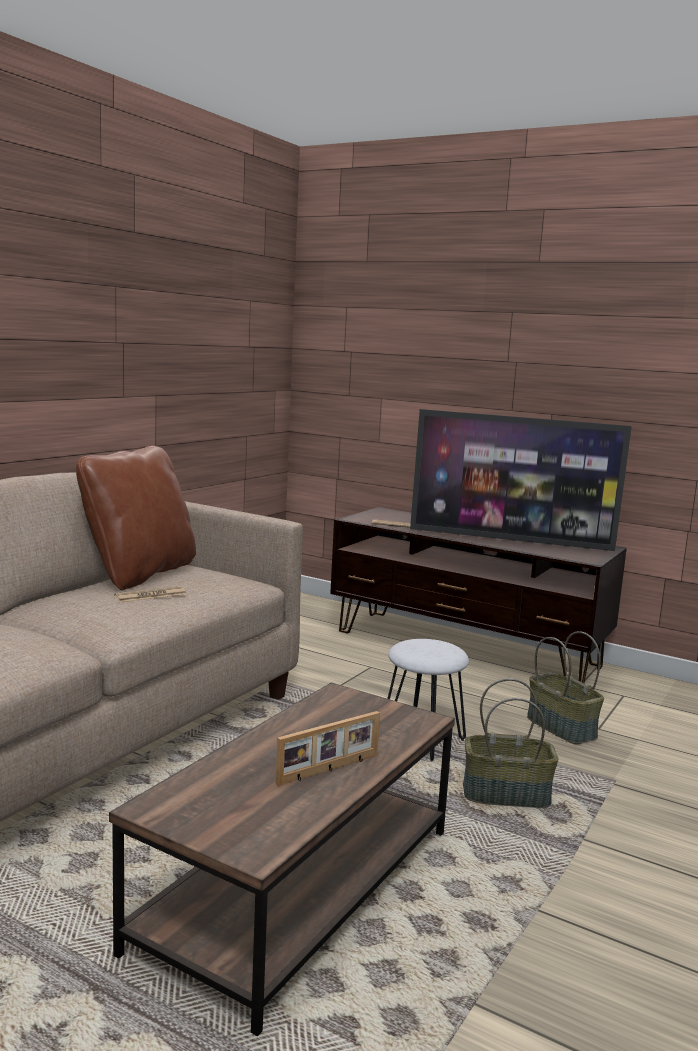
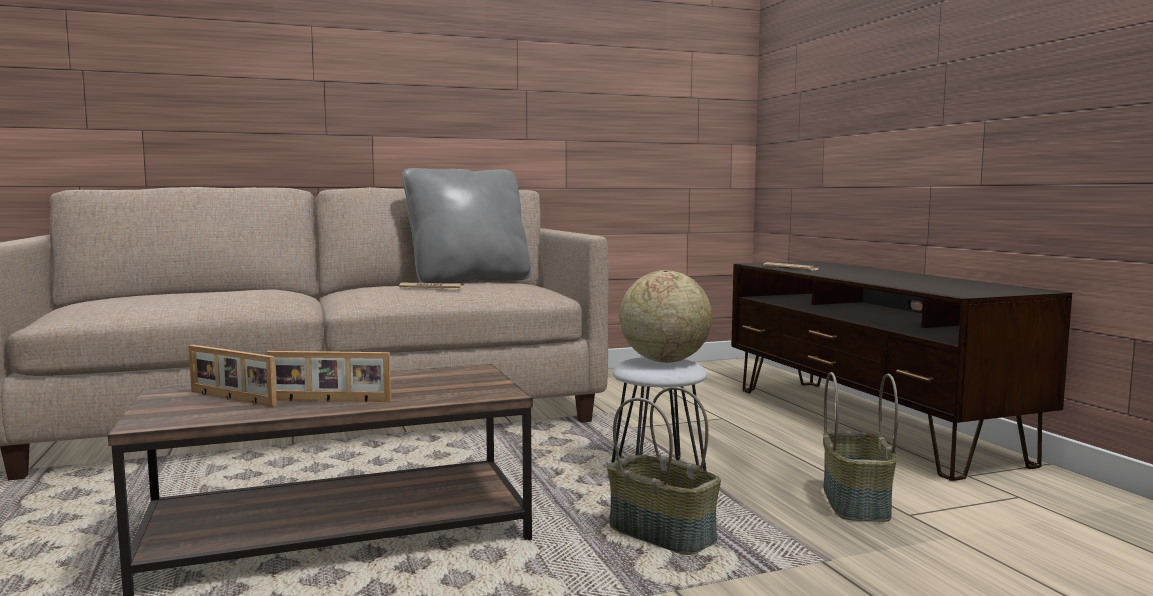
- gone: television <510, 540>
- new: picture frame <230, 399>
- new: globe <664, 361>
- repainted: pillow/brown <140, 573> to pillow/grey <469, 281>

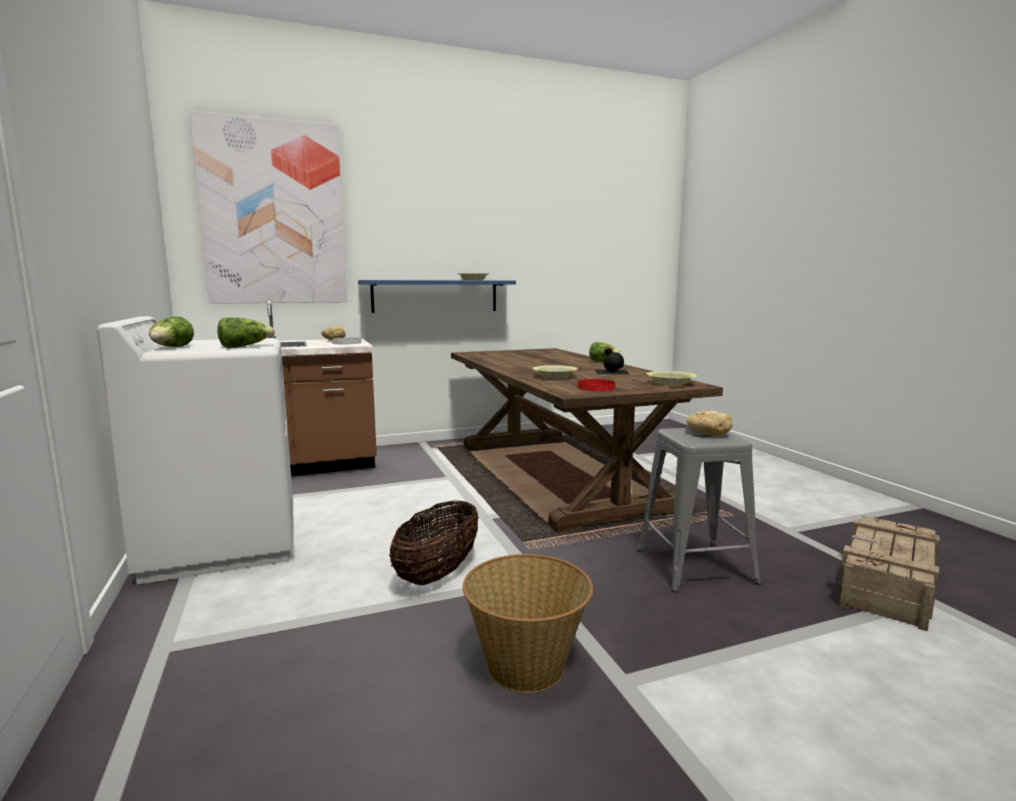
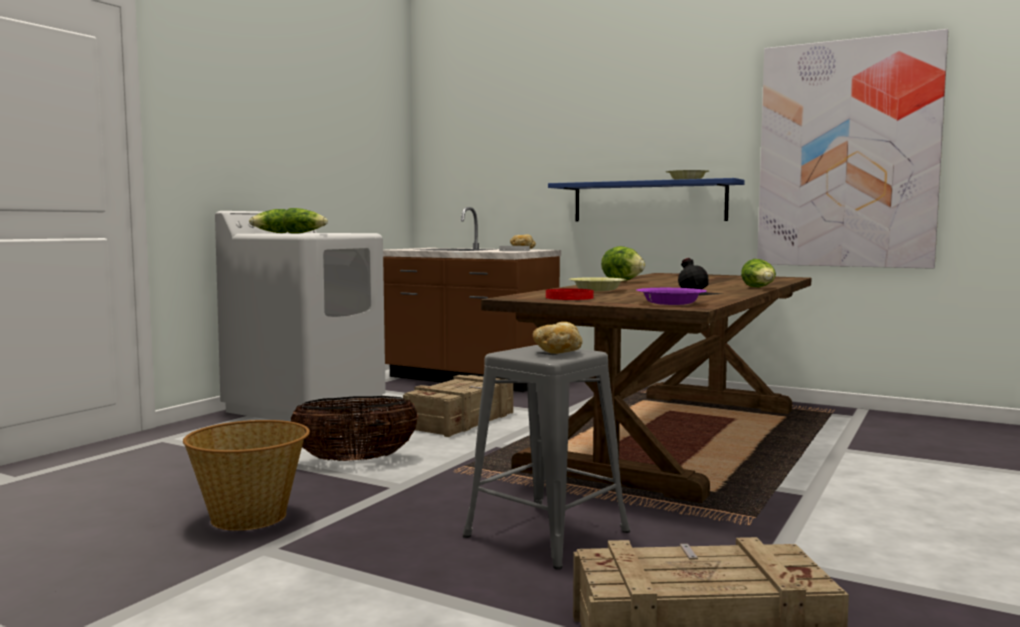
- new: crate <461, 420>
- new: lettuce <622, 281>
- shifted: picture <274, 213> to <847, 154>
- repainted: bowl/yellow <670, 383> to bowl/purple <670, 303>

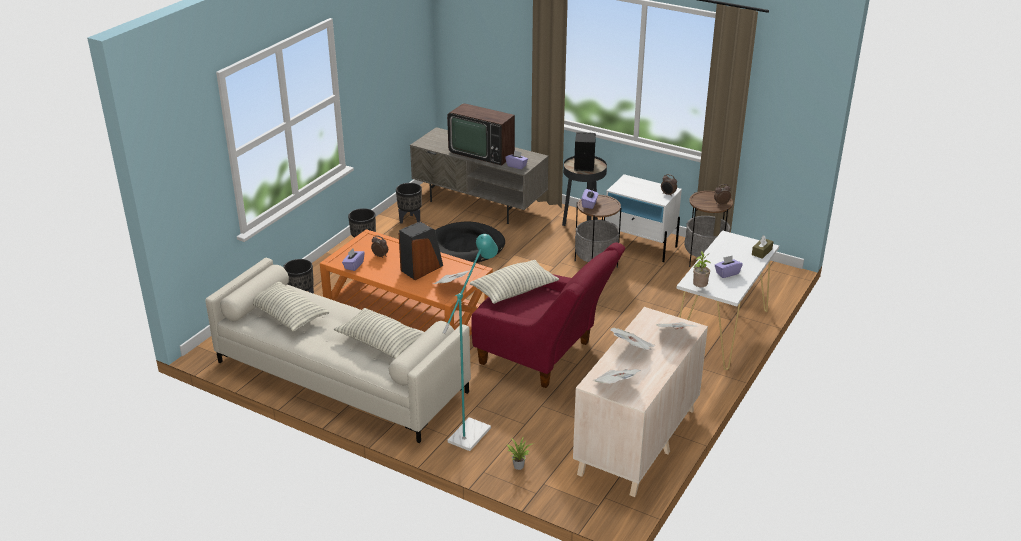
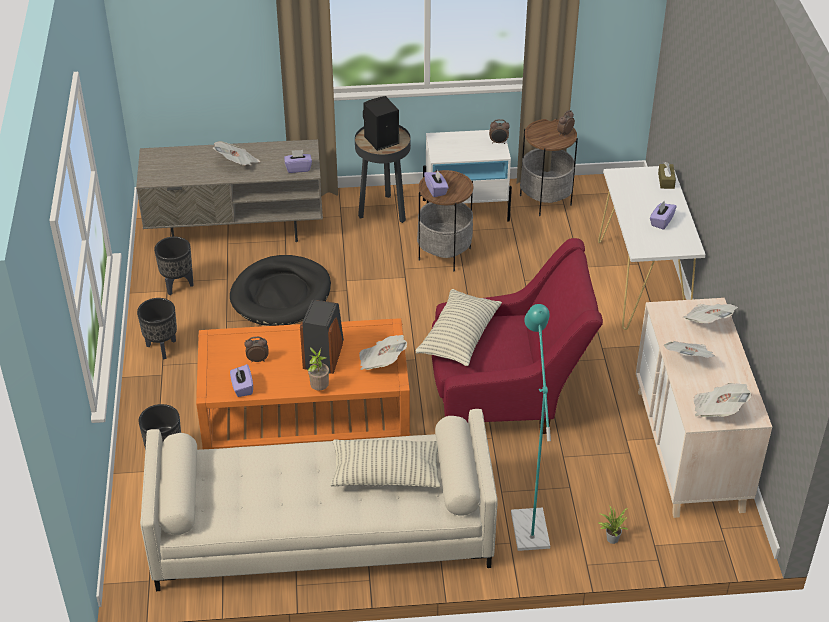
- gone: pillow <287, 315>
- shifted: potted plant <699, 288> to <319, 388>
- swapped: television <483, 152> to newspaper <237, 163>

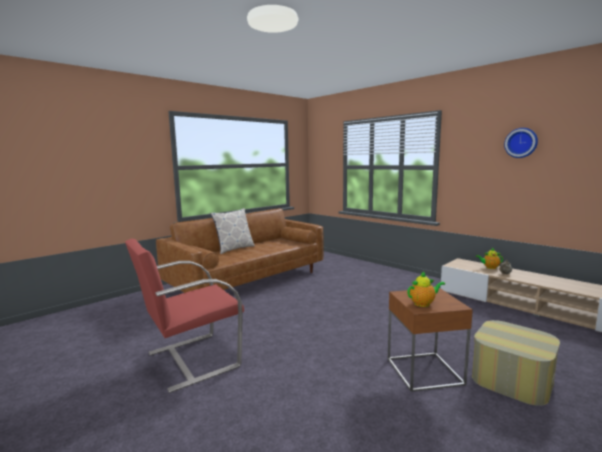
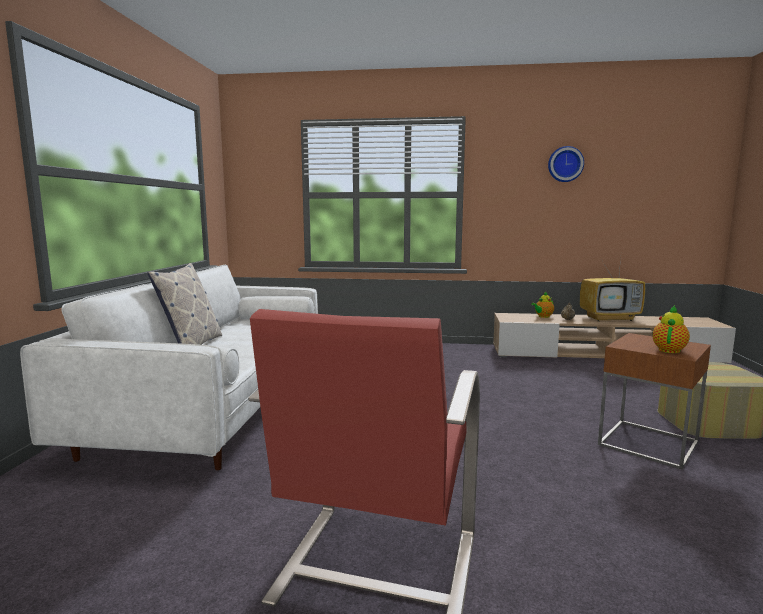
- new: television <610, 318>
- repainted: sofa/brown <247, 280> to sofa/white <216, 404>

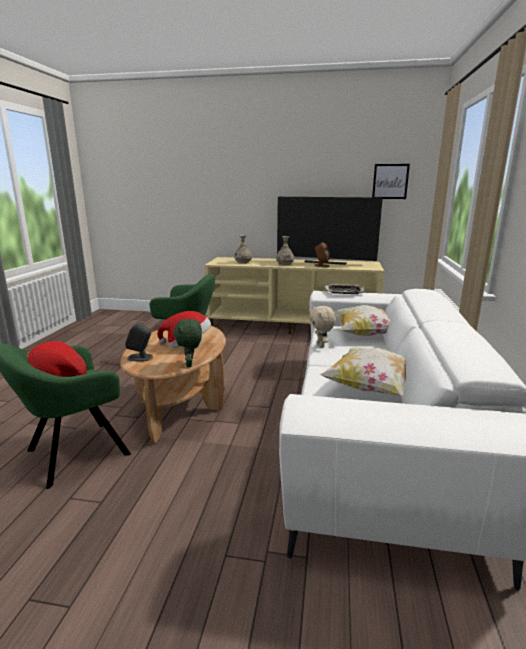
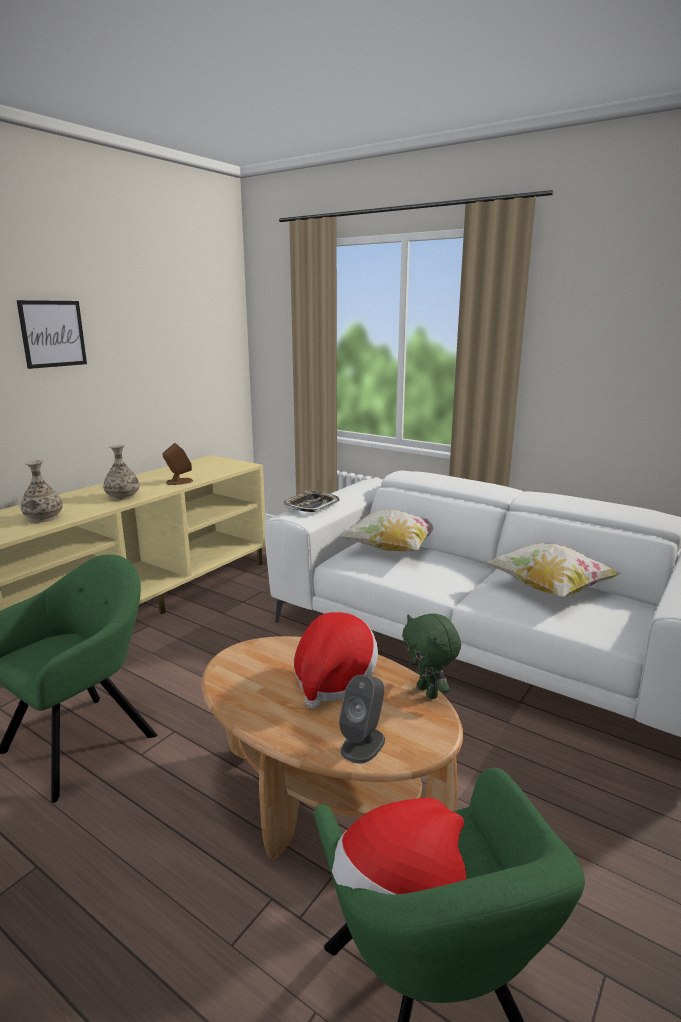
- gone: television <325, 262>
- gone: plush toy/beige <321, 345>
- shifted: picture <390, 181> to <53, 334>
- rotated: plush toy/green <190, 364> = <428, 692> 45 degrees clockwise

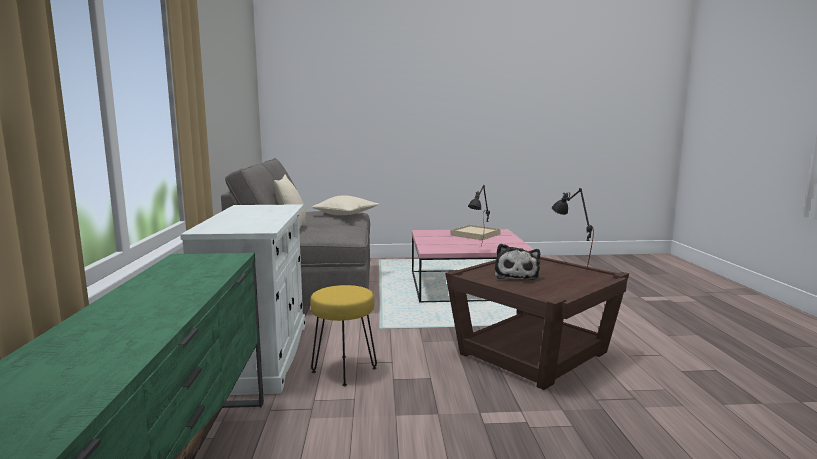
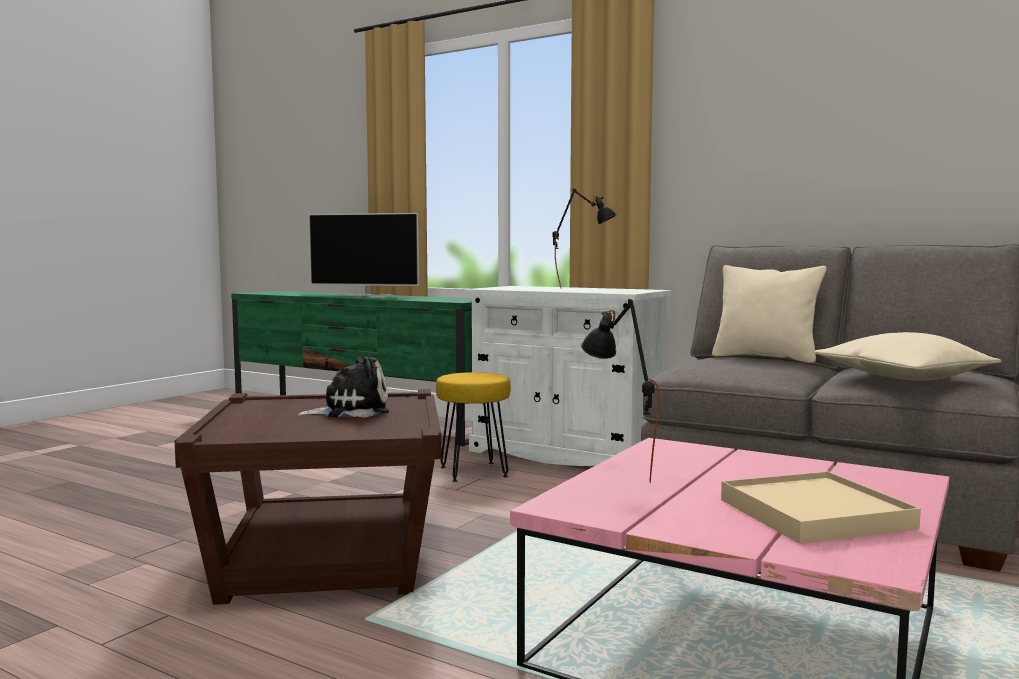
- new: television <366, 295>
- shifted: table lamp/black <568, 267> to <583, 288>
- rotated: plush toy <516, 275> = <351, 411> 120 degrees clockwise

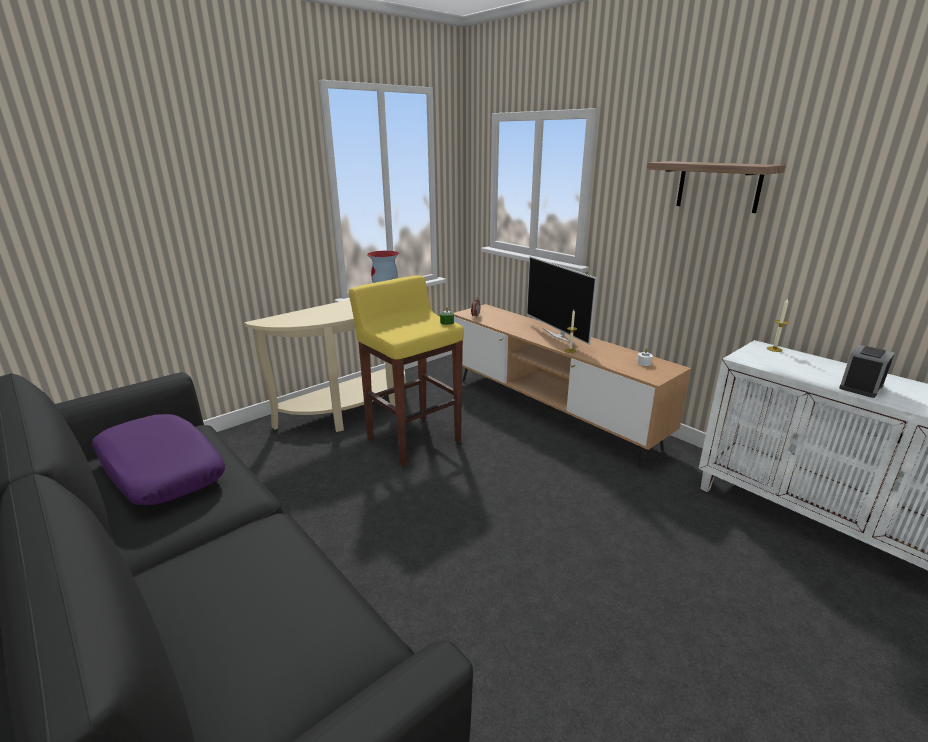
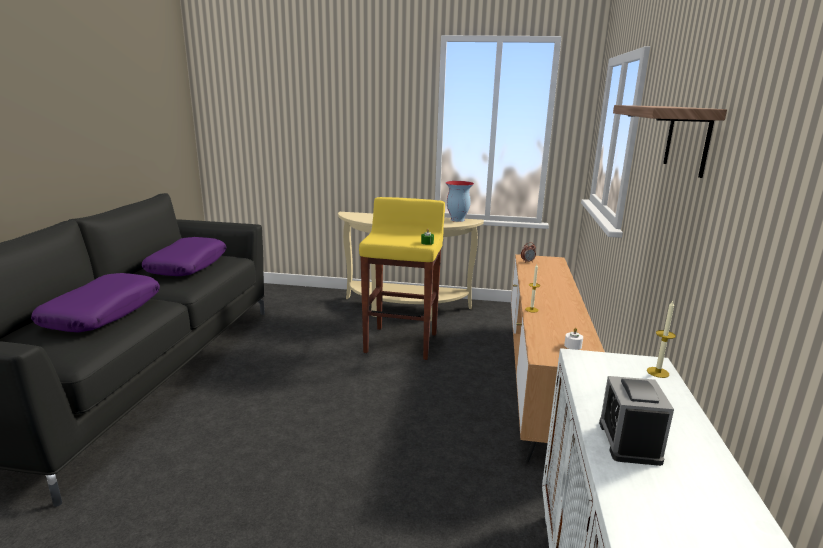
- gone: television <558, 336>
- new: pillow/purple <103, 313>
- rotated: alarm clock <861, 387> = <629, 442> 90 degrees counterclockwise

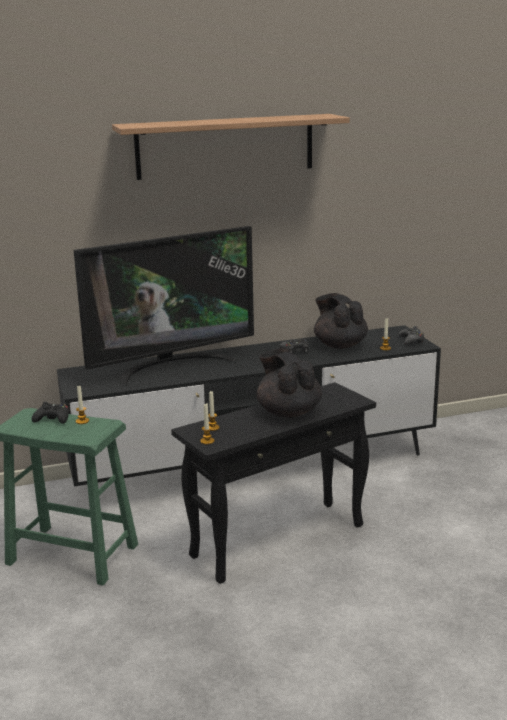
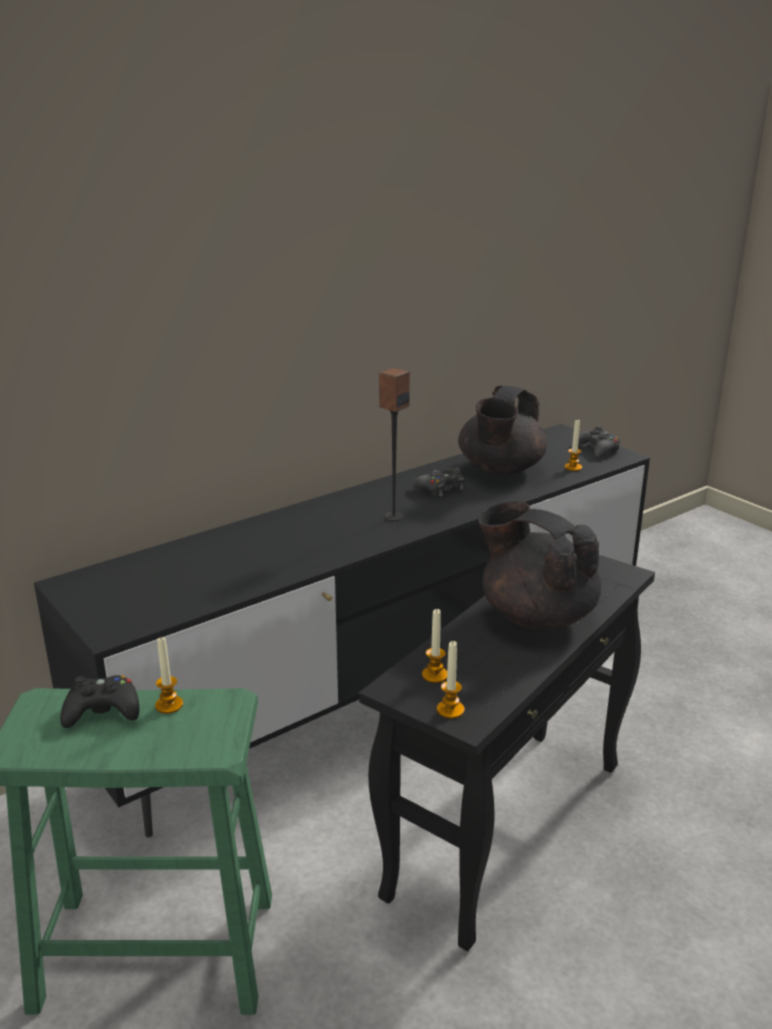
- gone: television <171, 365>
- gone: shelf <225, 146>
- new: speaker <393, 516>
- rotated: teapot/black <339, 345> = <500, 470> 105 degrees counterclockwise

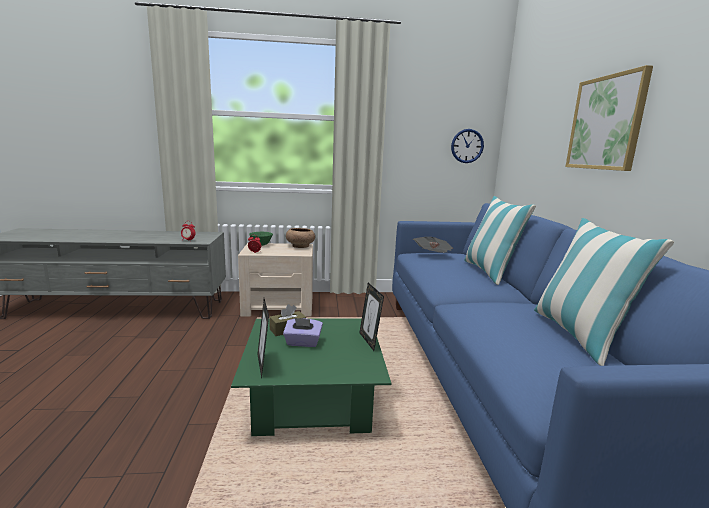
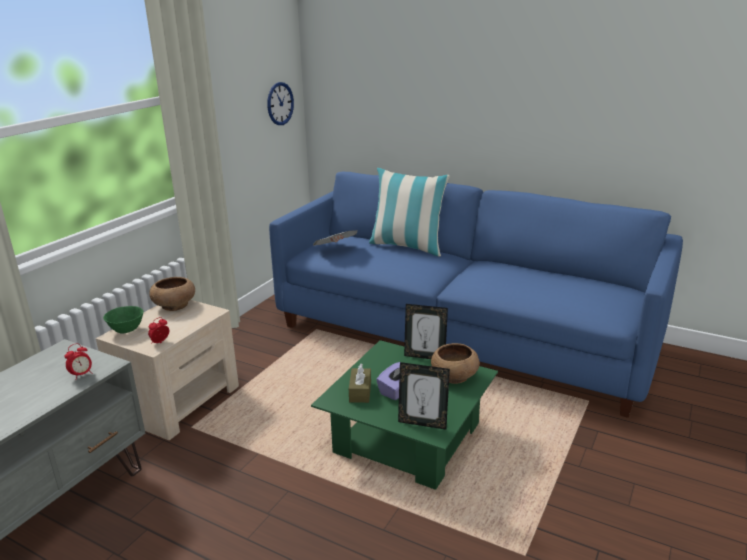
- gone: pillow <579, 335>
- gone: picture <606, 123>
- new: bowl/brown <454, 376>

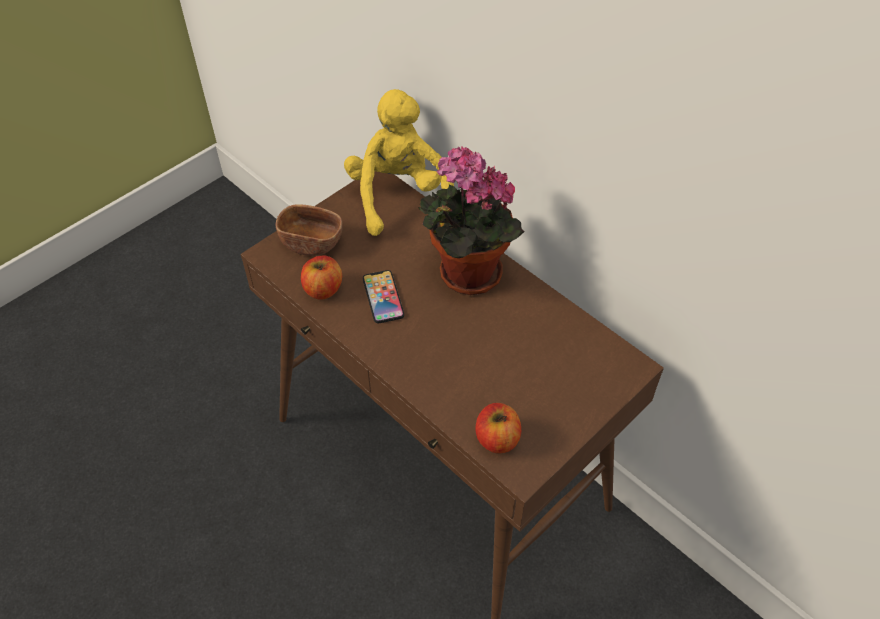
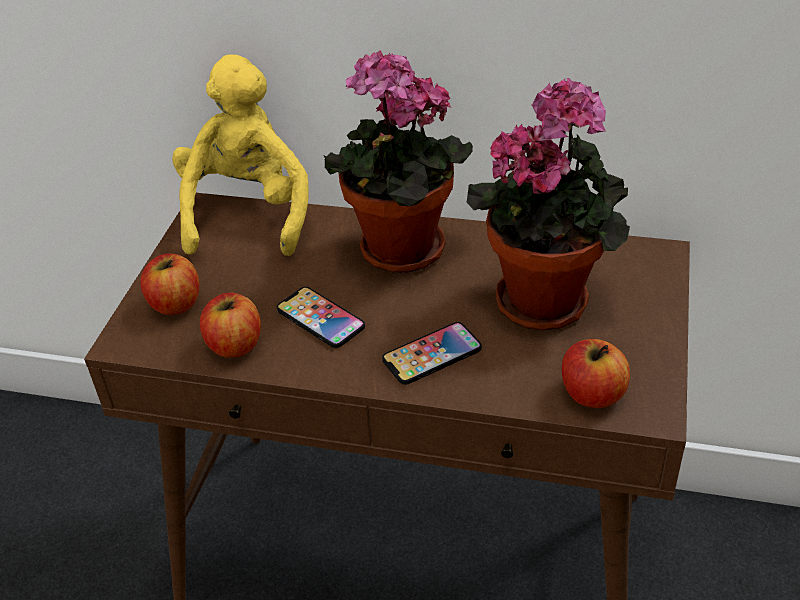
- new: phone <432, 354>
- new: potted plant <547, 297>
- swapped: bowl/brown <312, 243> to apple <175, 304>
- rotated: plush toy/yellow <399, 197> = <248, 213> 45 degrees clockwise

